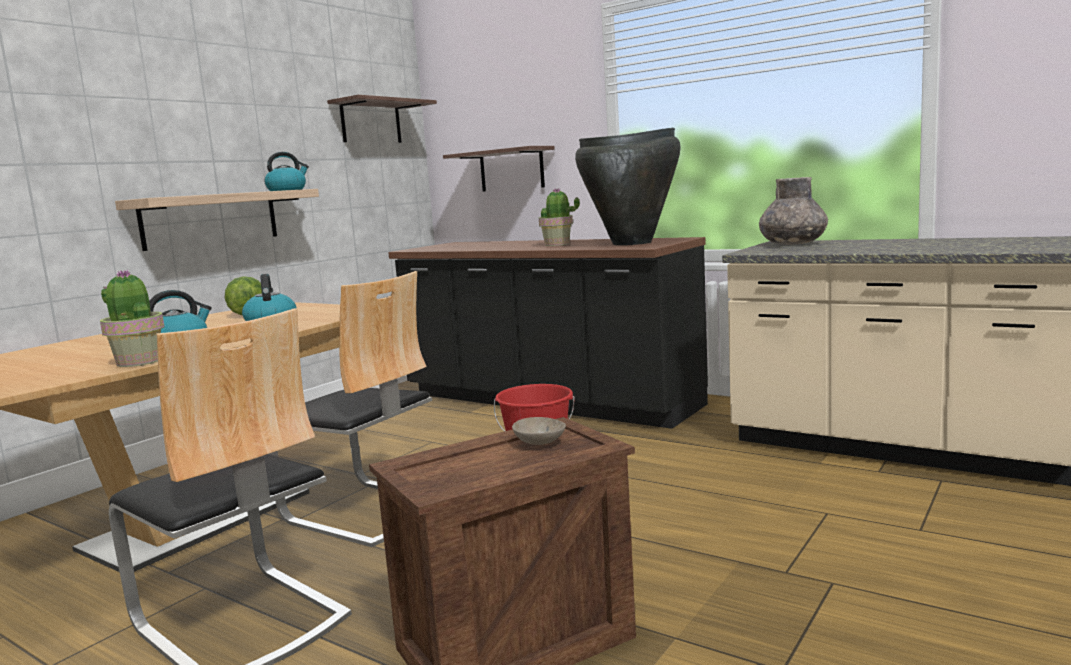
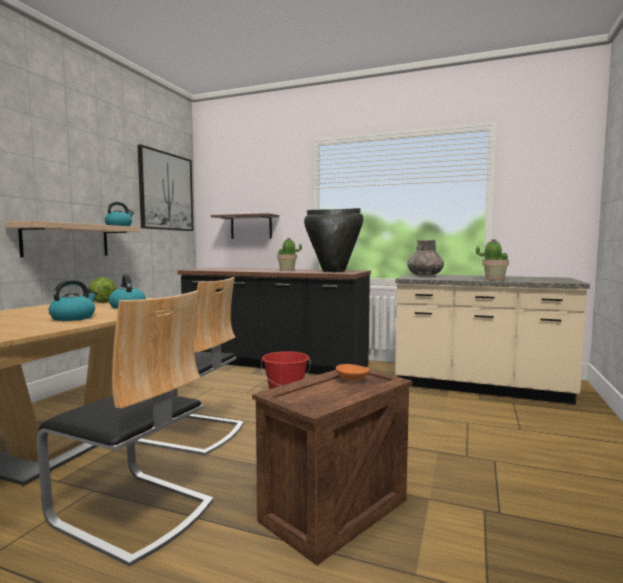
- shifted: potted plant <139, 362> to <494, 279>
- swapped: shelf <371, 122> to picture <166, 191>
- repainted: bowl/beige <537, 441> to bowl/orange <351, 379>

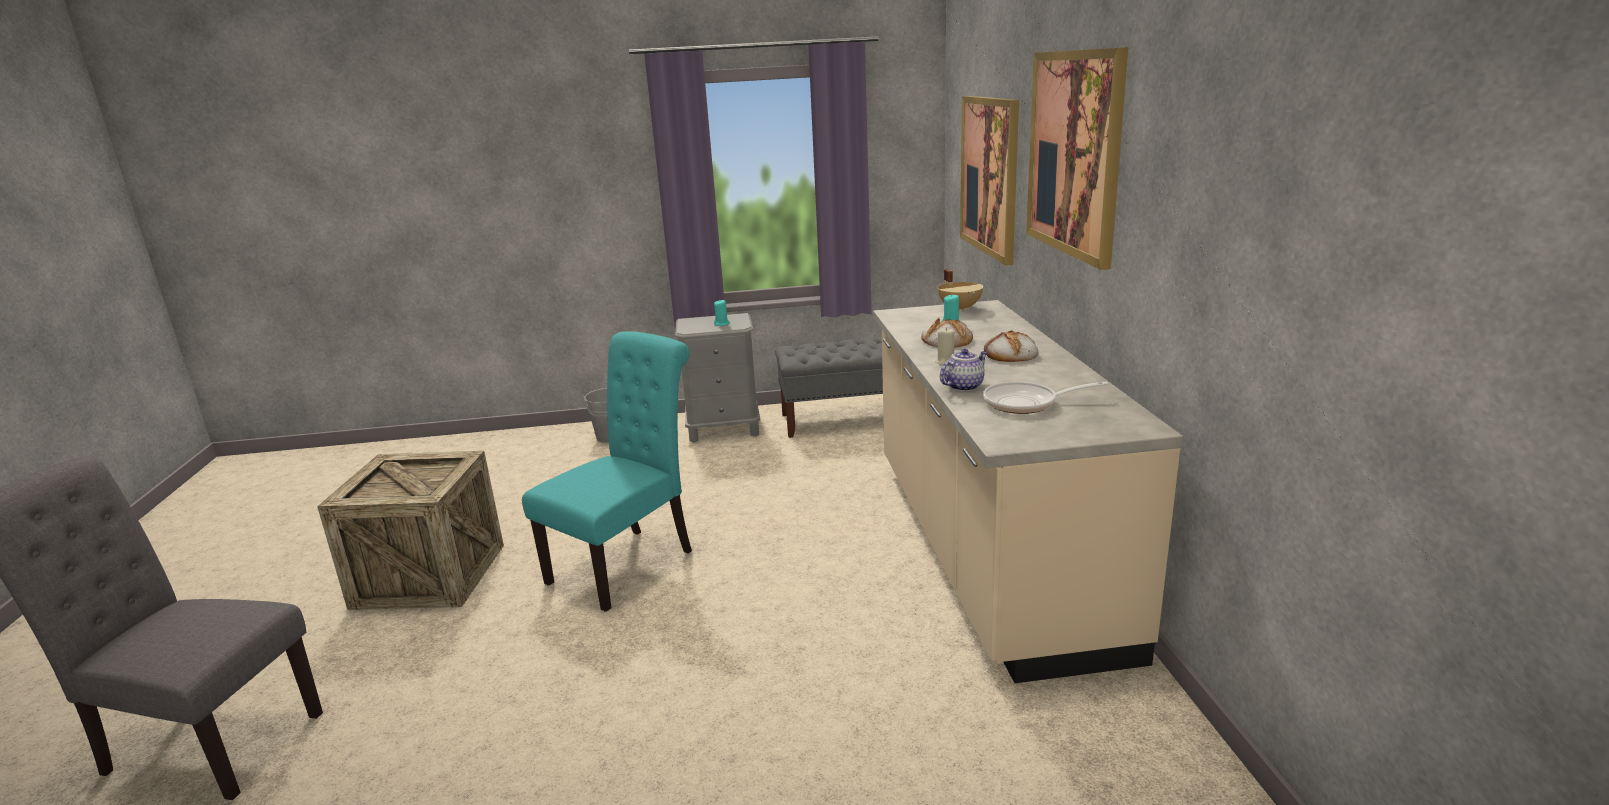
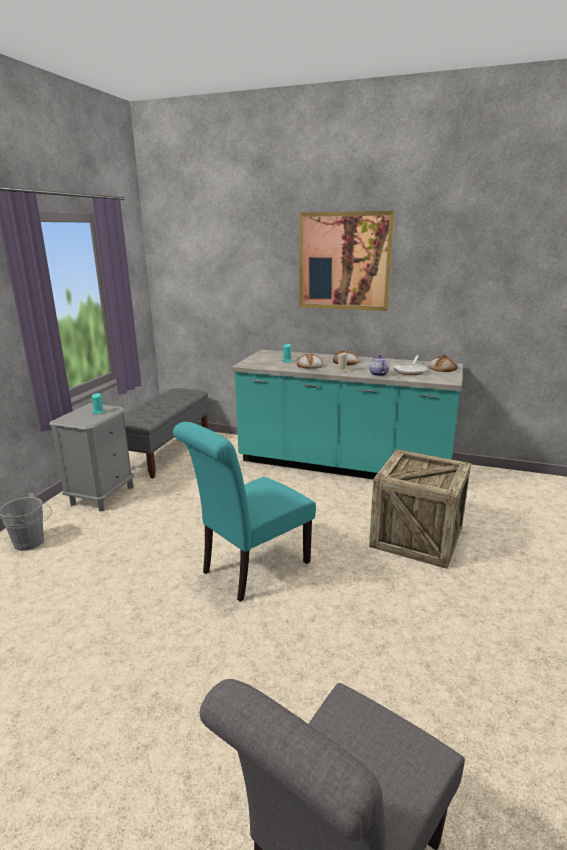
- gone: cooking pot/beige <960, 308>
- gone: picture <989, 176>
- new: bread <442, 368>
- shifted: crate <430, 576> to <416, 537>
- repainted: counter/beige <988, 549> to counter/turquoise <343, 464>
- rotated: chair/turquoise <628, 563> = <250, 569> 105 degrees counterclockwise

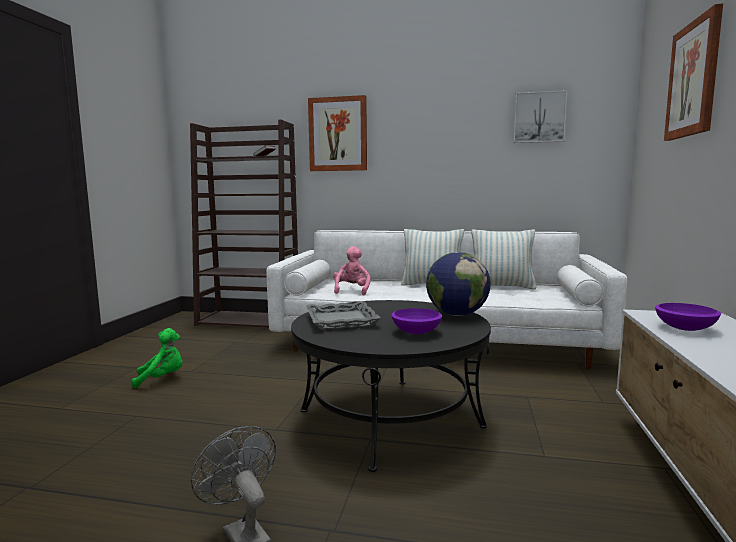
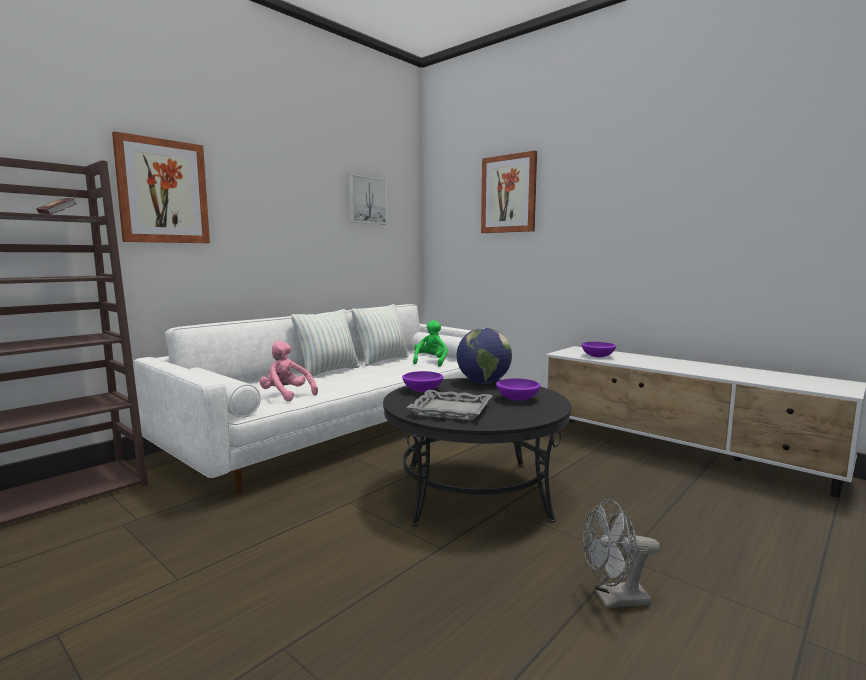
- new: bowl/purple <423, 390>
- shifted: plush toy/green <162, 379> to <430, 362>

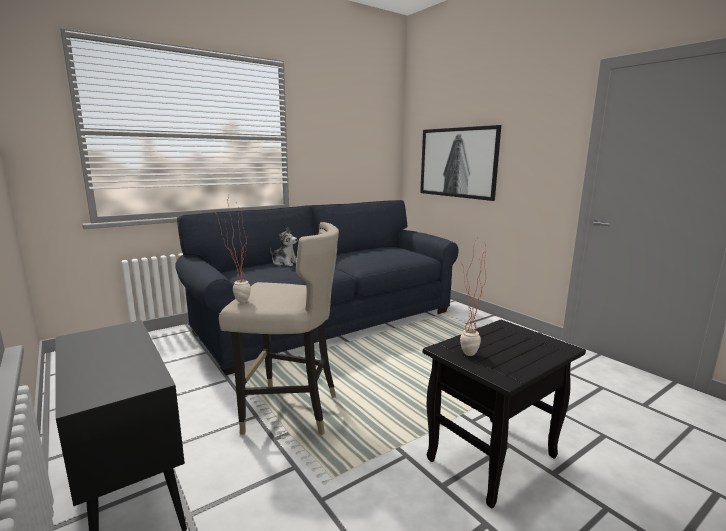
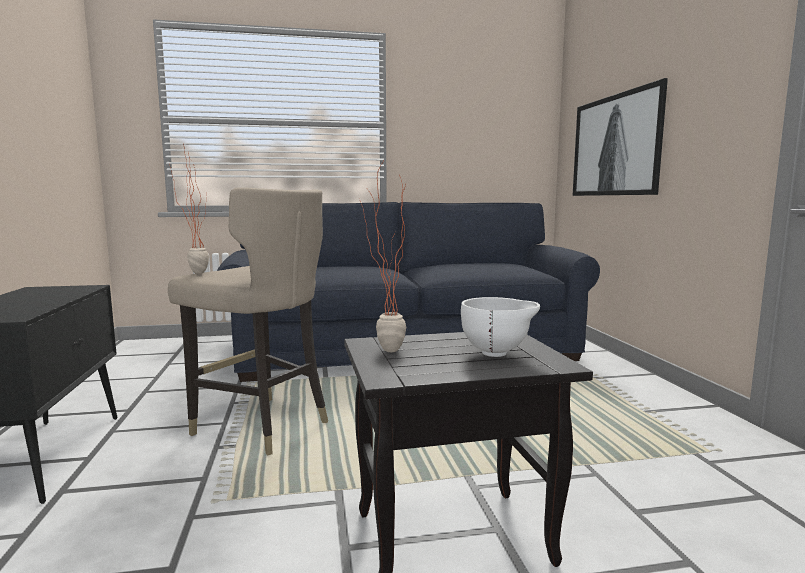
- gone: plush toy <285, 263>
- new: bowl/white <498, 354>

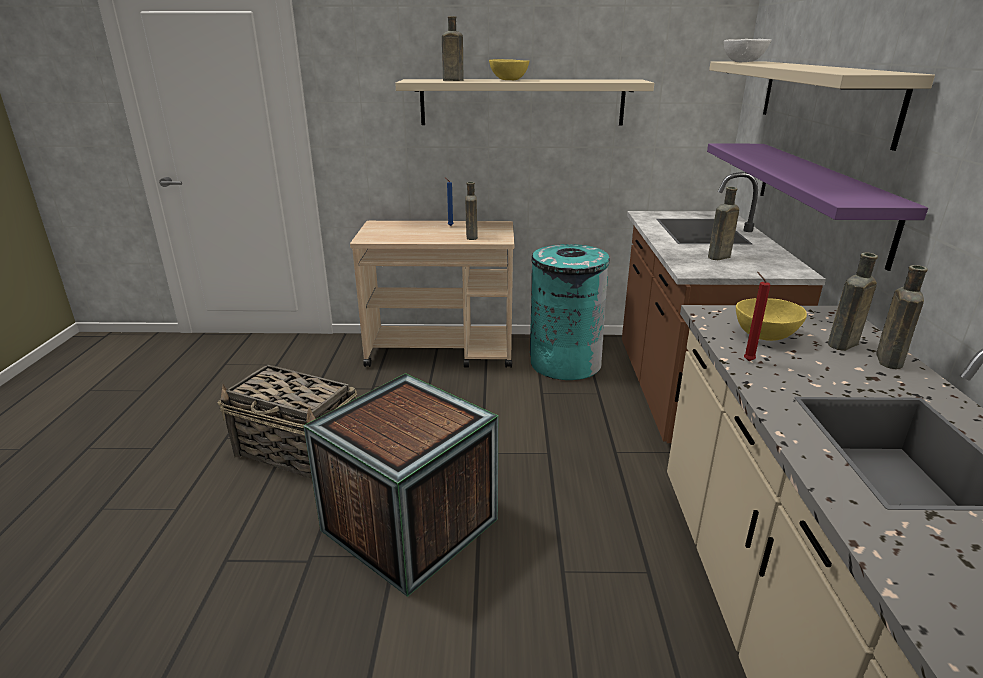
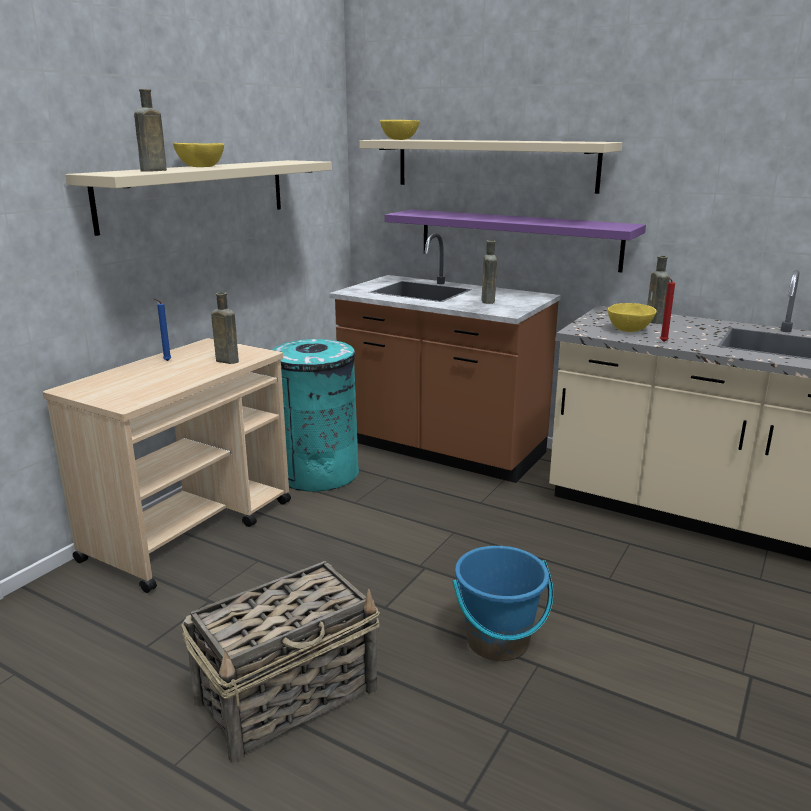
- gone: bottle/brown <888, 359>
- swapped: crate <410, 525> to bucket/blue <498, 641>
- repainted: bowl/white <744, 62> to bowl/yellow <399, 139>

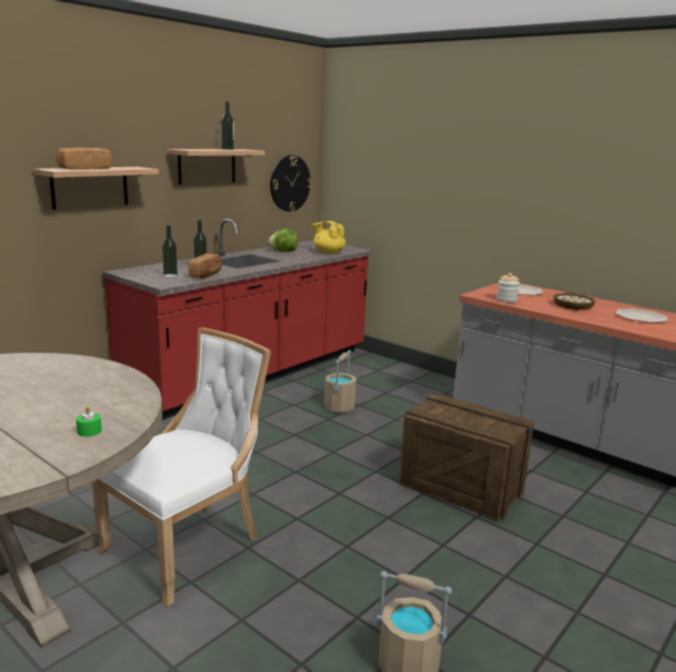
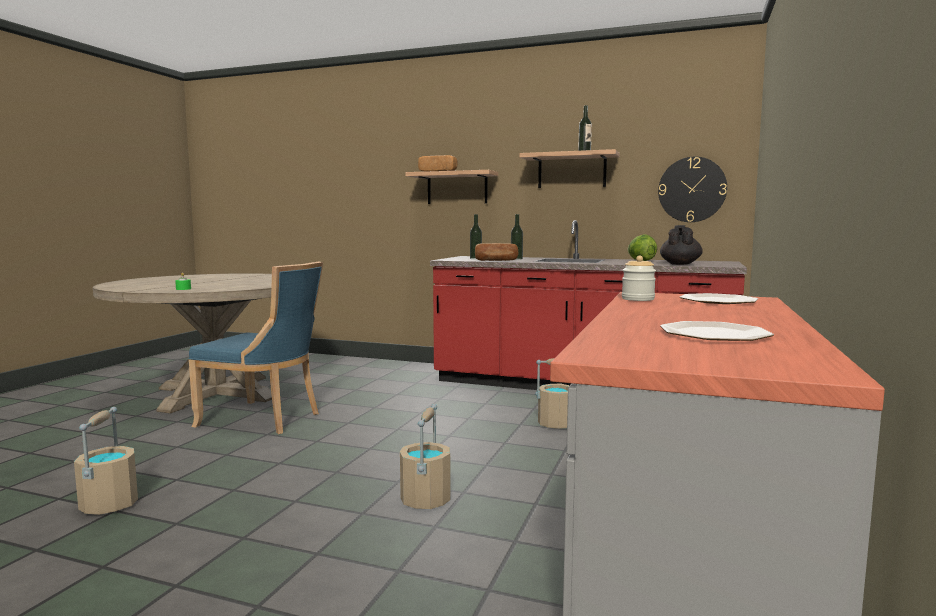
- gone: bowl <572, 305>
- swapped: crate <462, 487> to bucket/beige <425, 499>
- repainted: chair/white <188, 545> to chair/blue <265, 419>
- repainted: teapot/yellow <328, 252> to teapot/black <680, 264>

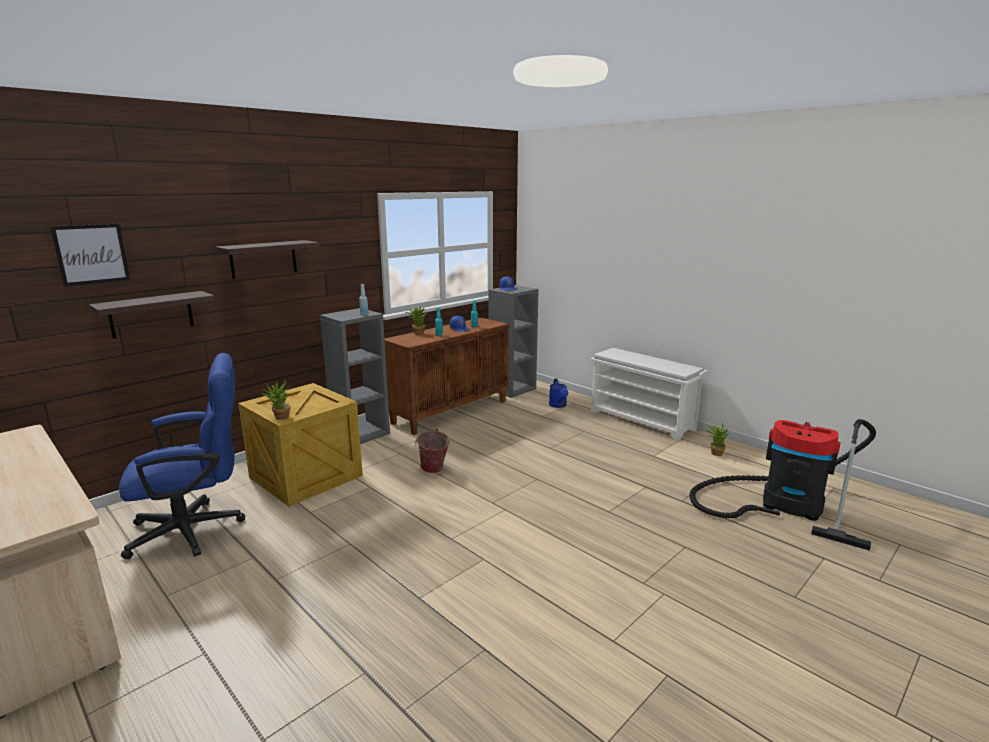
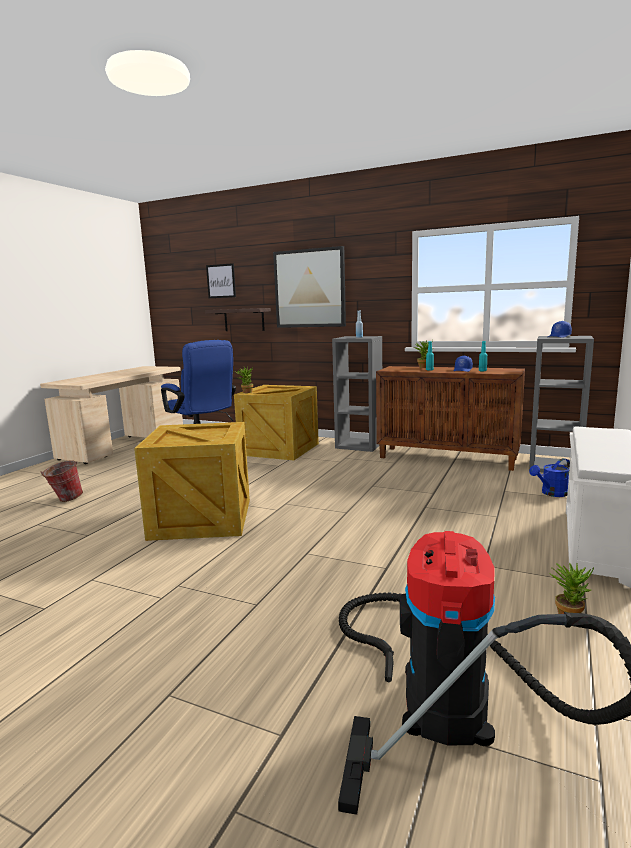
- new: crate <203, 519>
- shifted: bucket <433, 470> to <65, 499>
- swapped: shelf <263, 259> to picture <310, 288>

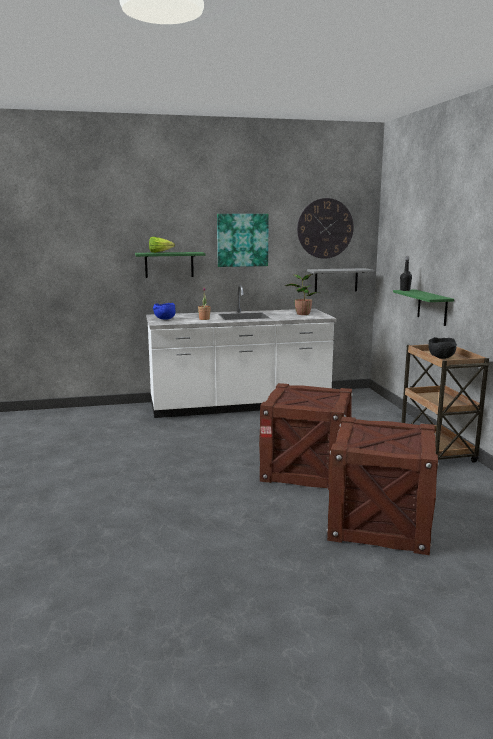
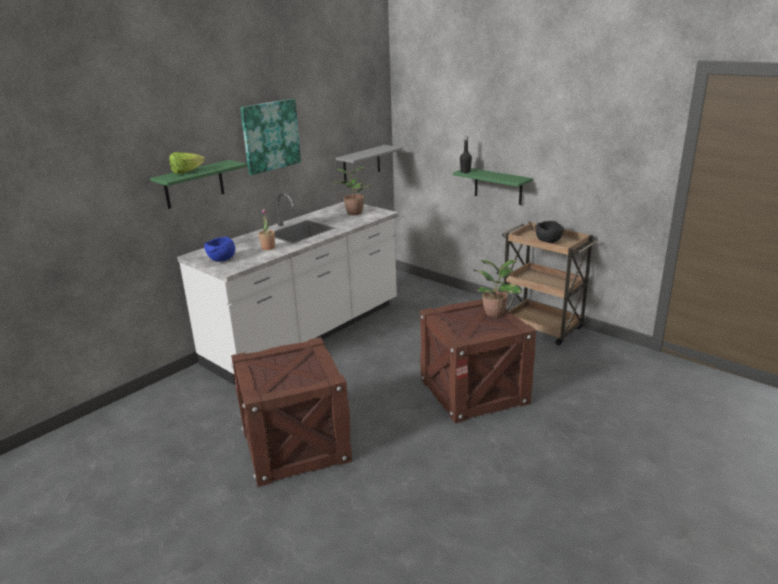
- gone: wall clock <325, 228>
- new: potted plant <495, 313>
- shifted: crate <380, 523> to <295, 445>

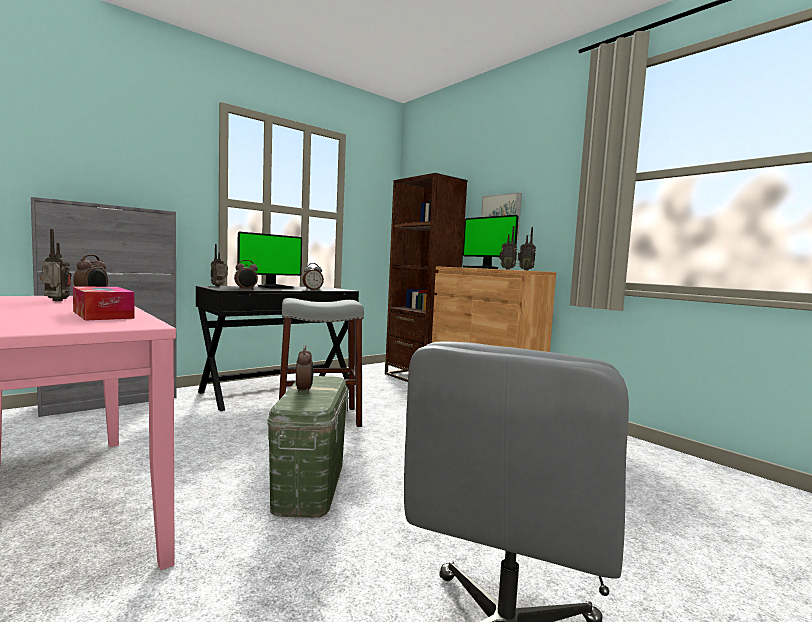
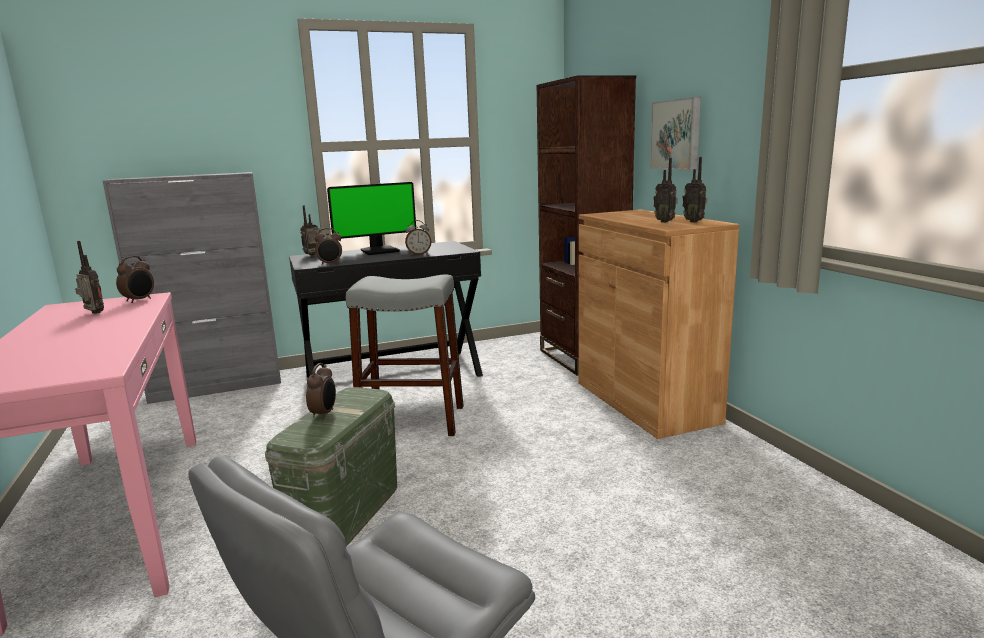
- gone: tissue box <103, 315>
- gone: monitor <482, 268>

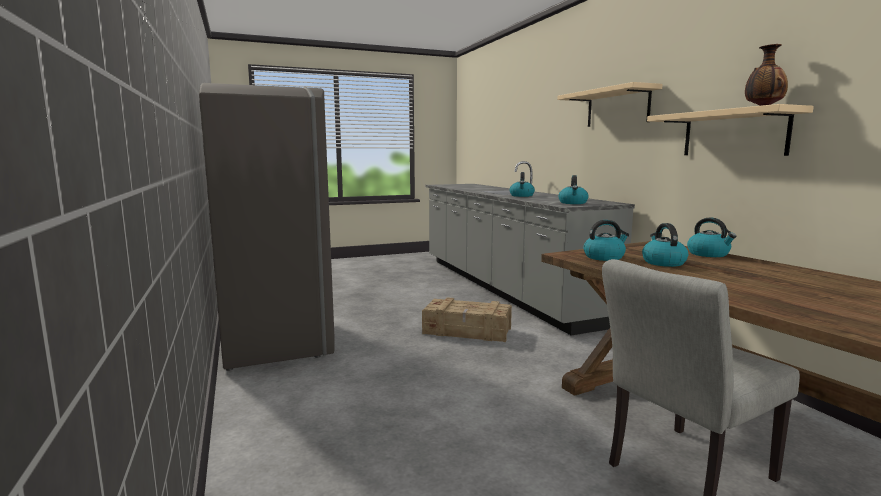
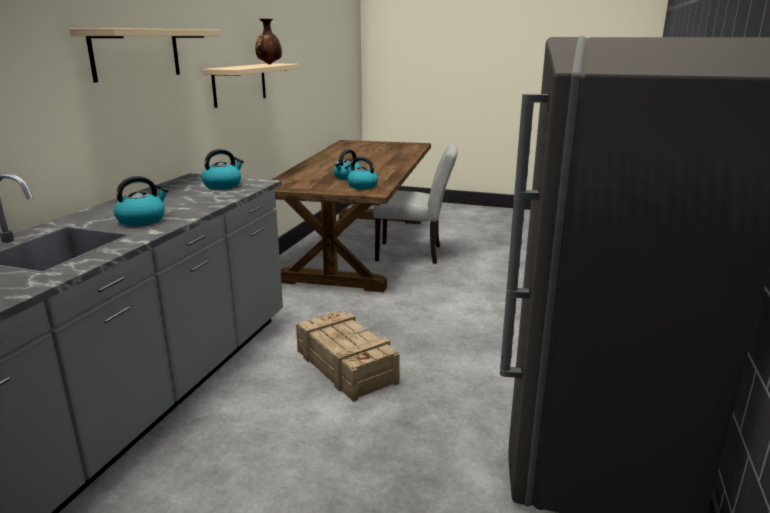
- gone: kettle <709, 254>

